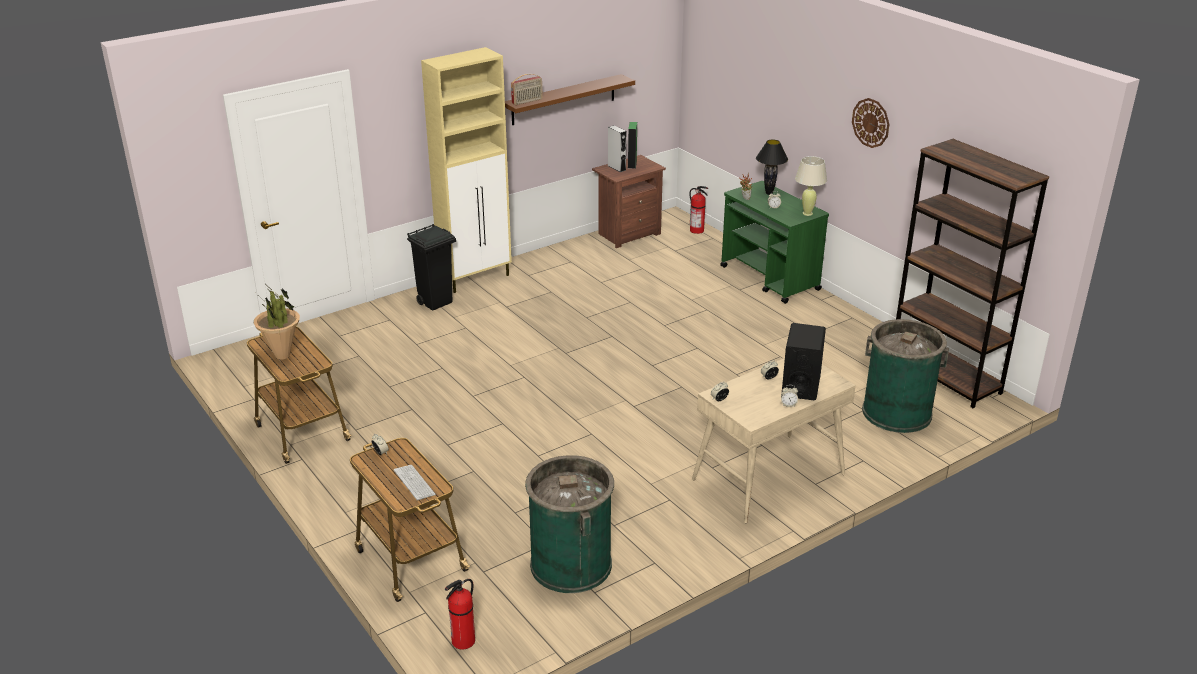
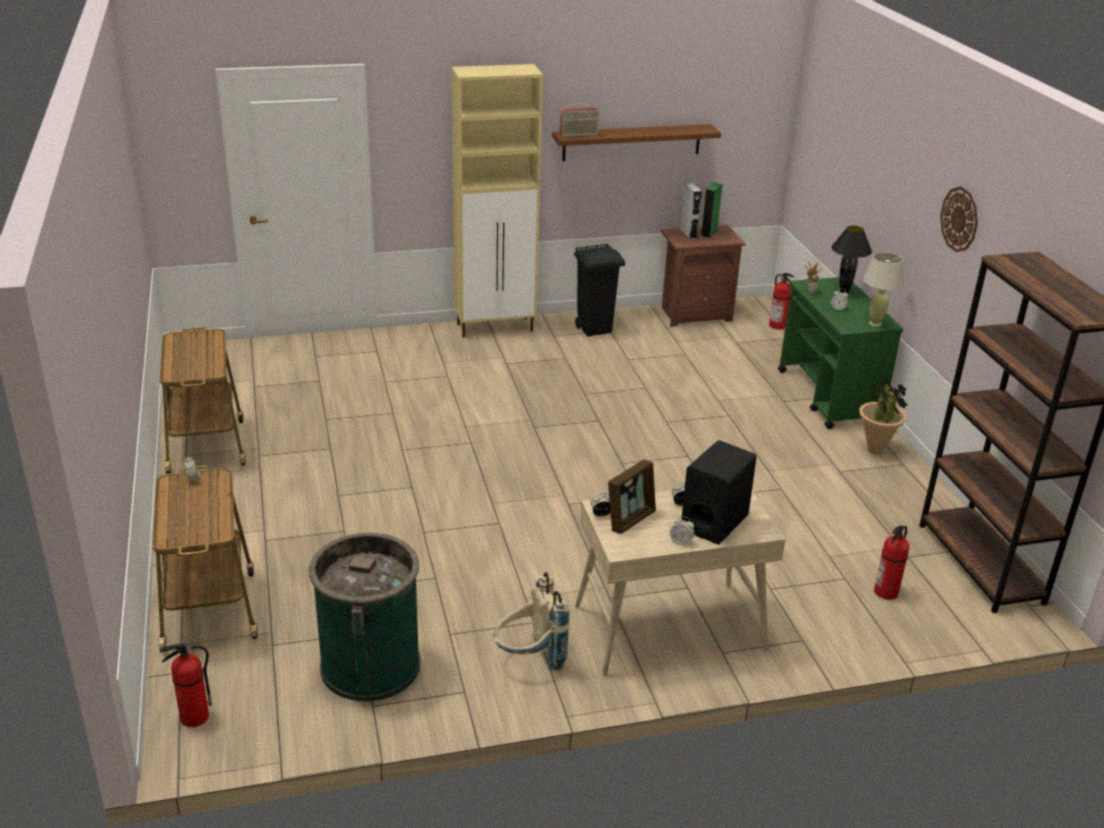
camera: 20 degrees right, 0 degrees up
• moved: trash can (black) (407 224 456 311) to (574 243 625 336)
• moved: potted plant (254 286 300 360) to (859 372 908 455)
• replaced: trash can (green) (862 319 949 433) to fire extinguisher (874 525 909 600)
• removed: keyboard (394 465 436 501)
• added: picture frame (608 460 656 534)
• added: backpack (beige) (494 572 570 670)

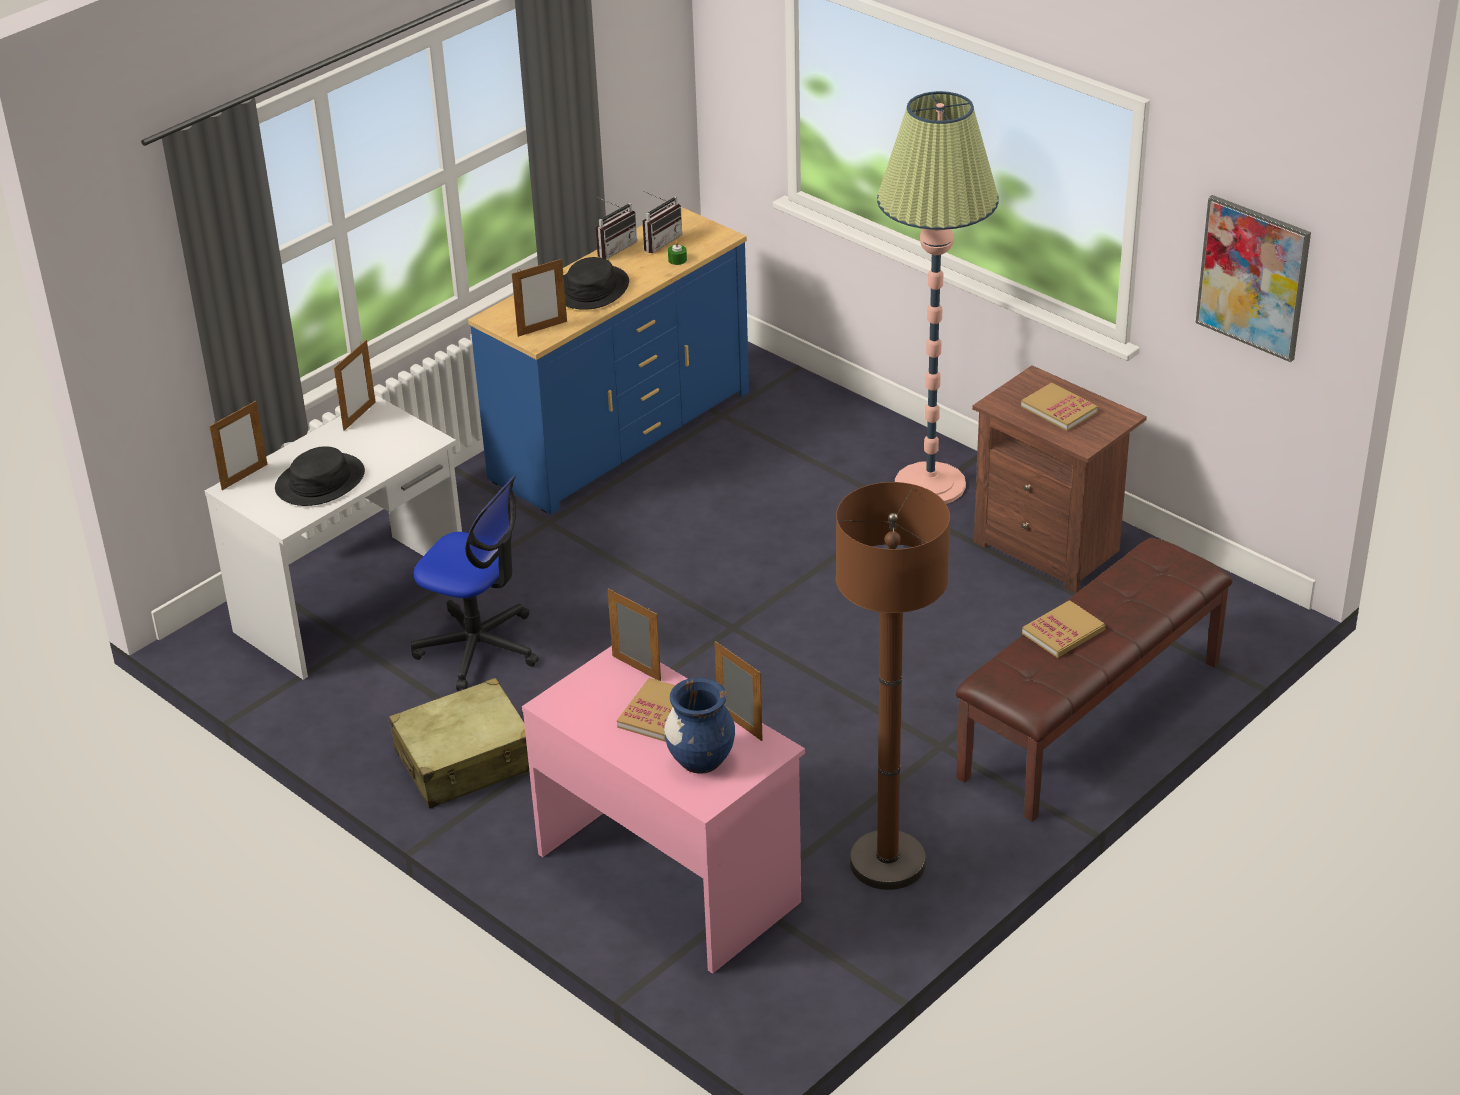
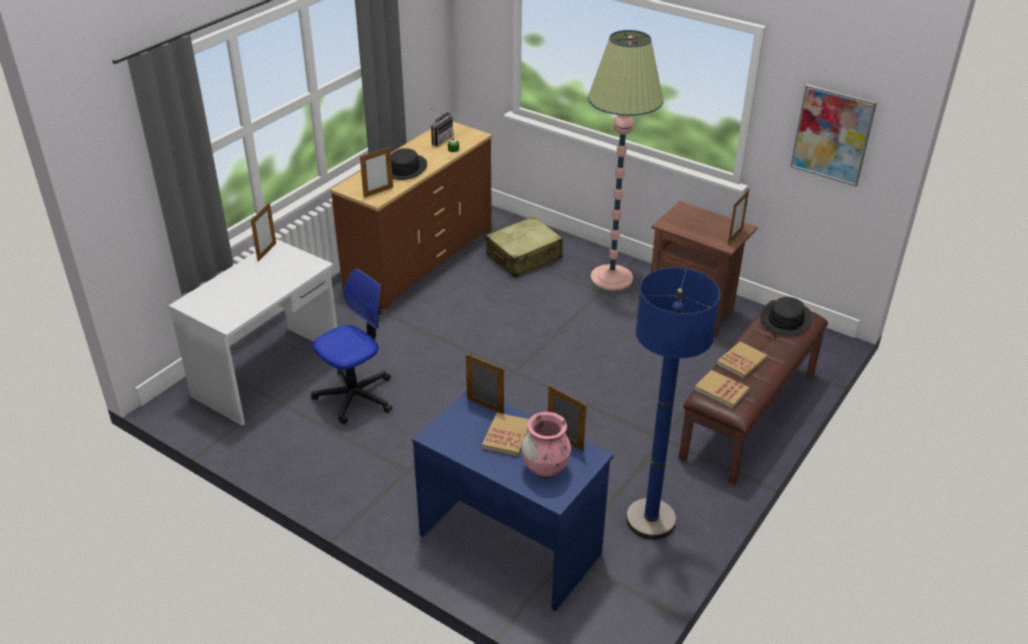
camera: 10 degrees left, 0 degrees up
• removed: radio (596 198 637 259)
• recoloured: dresser (blue) (468 207 749 514) to dresser (brown) (330 122 492 309)
• moved: book (1021 382 1098 431) to (694 370 750 409)
• moved: picture frame (209 401 268 490) to (728 189 749 245)
• moved: hat (black) (275 446 365 506) to (760 297 813 336)
• turned: office chair (411 475 539 690) = (311 269 392 424) 60 degrees counterclockwise
• recoloured: floor lamp (brown) (836 482 950 890) to floor lamp (blue) (626 268 720 540)
• recoloured: desk (pink) (522 646 805 974) to desk (blue) (412 390 614 611)
• recoloured: vase (blue) (664 677 735 774) to vase (pink) (522 412 571 478)
• moved: suitcase (beige) (389 678 529 808) to (486 216 563 278)

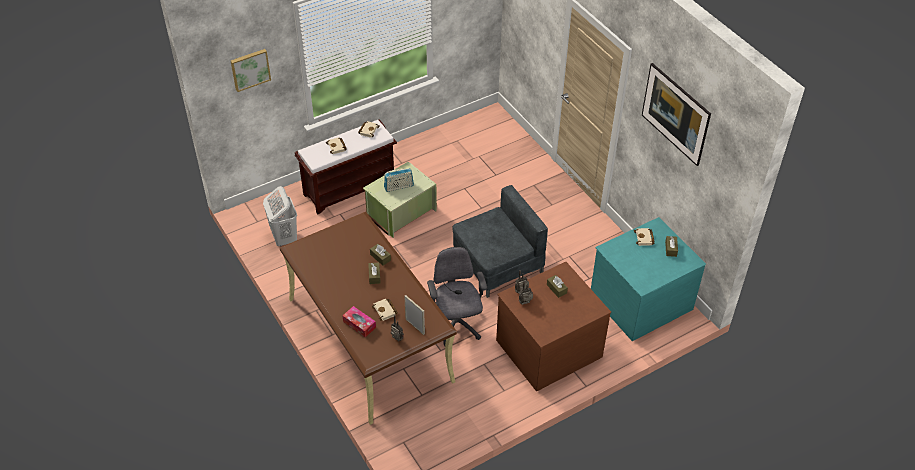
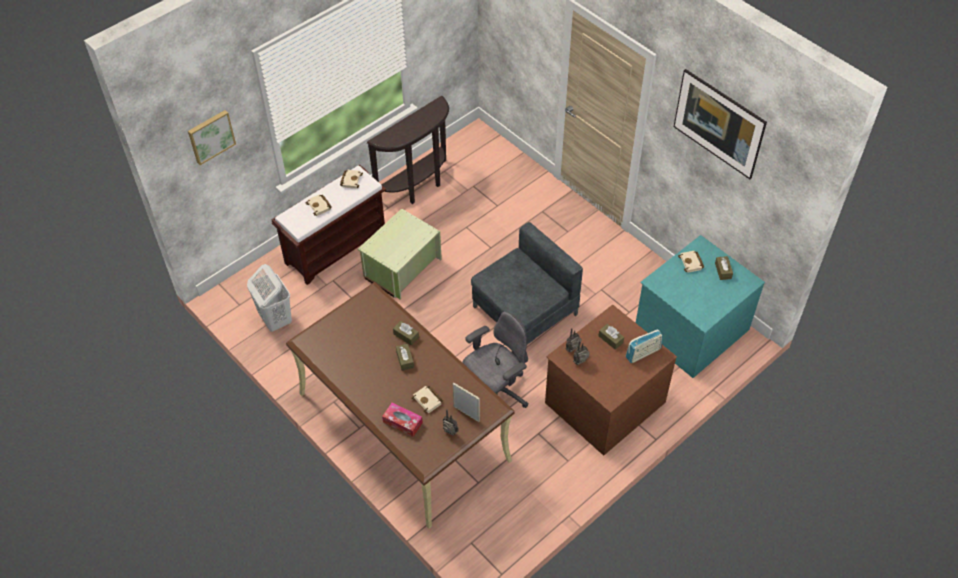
camera: 10 degrees left, 5 degrees up
• moved: radio (384 168 414 192) to (625 329 663 363)
• turned: office chair (grey) (427 247 487 346) = (462 311 529 408) 75 degrees clockwise
• added: console table (brown) (367 96 449 204)

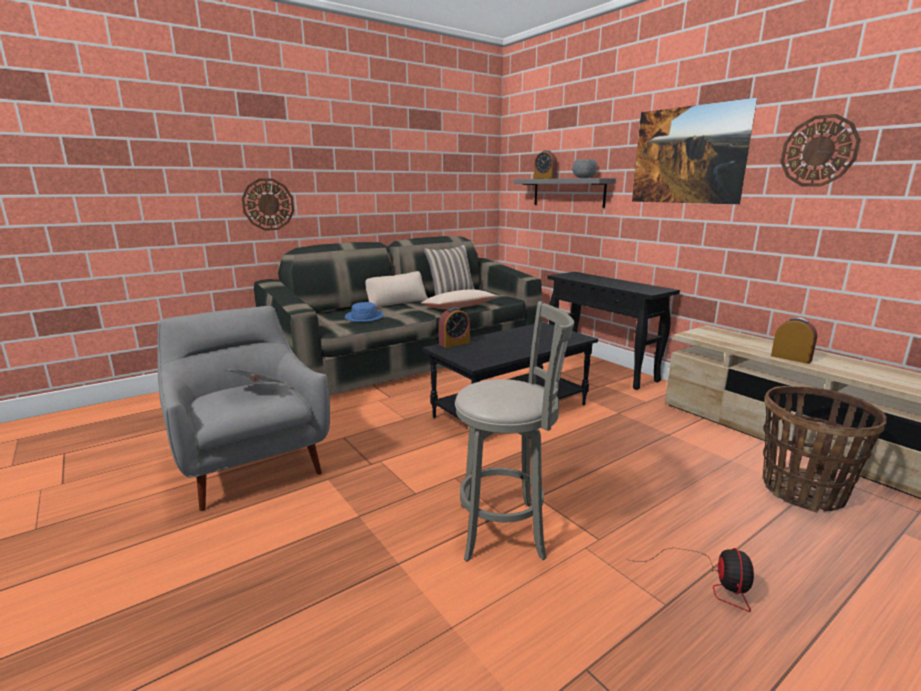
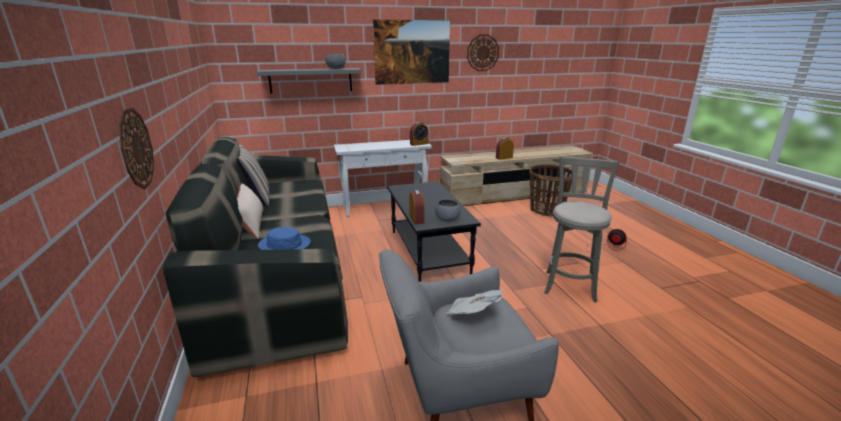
camera: 70 degrees left, 5 degrees up
• moved: alarm clock (534 150 557 179) to (410 122 428 146)
• recoloured: console table (black) (547 272 680 390) to console table (white) (334 140 432 217)
• removed: pillow (beige) (421 289 497 309)
• added: bowl (grey) (435 200 461 222)

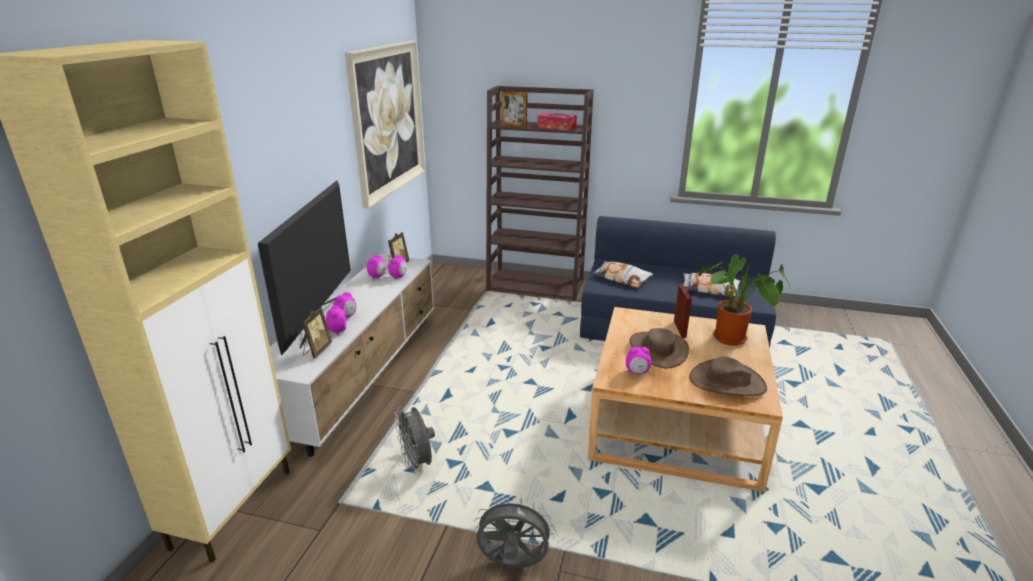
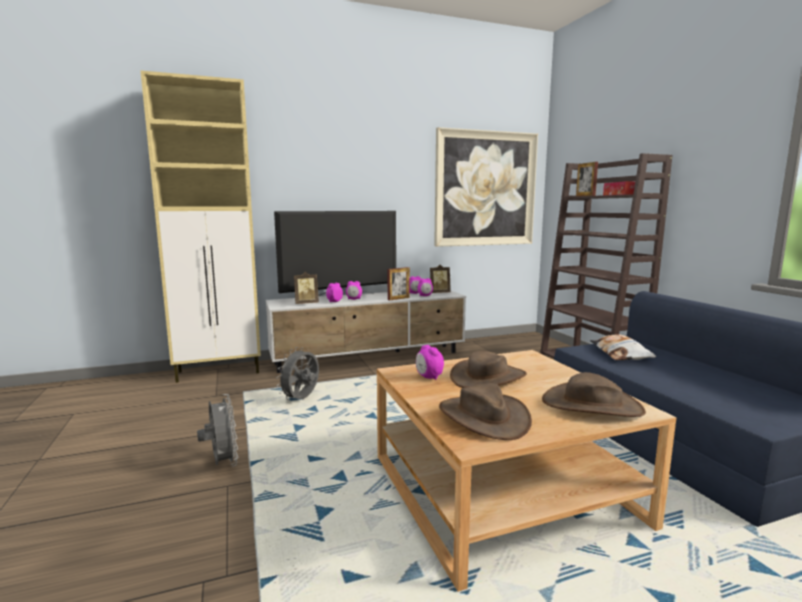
camera: 55 degrees right, 15 degrees down
• replaced: potted plant (698 254 790 345) to hat (brown) (542 372 646 417)
• removed: pillow (684 273 741 297)
• moved: picture frame (674 284 692 338) to (388 267 410 301)

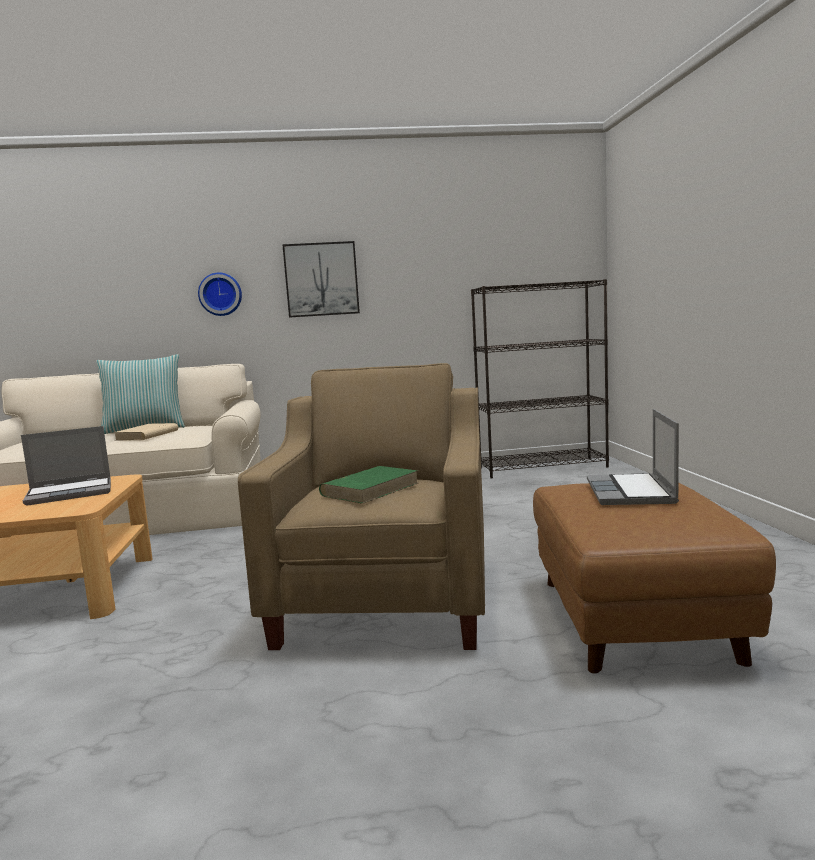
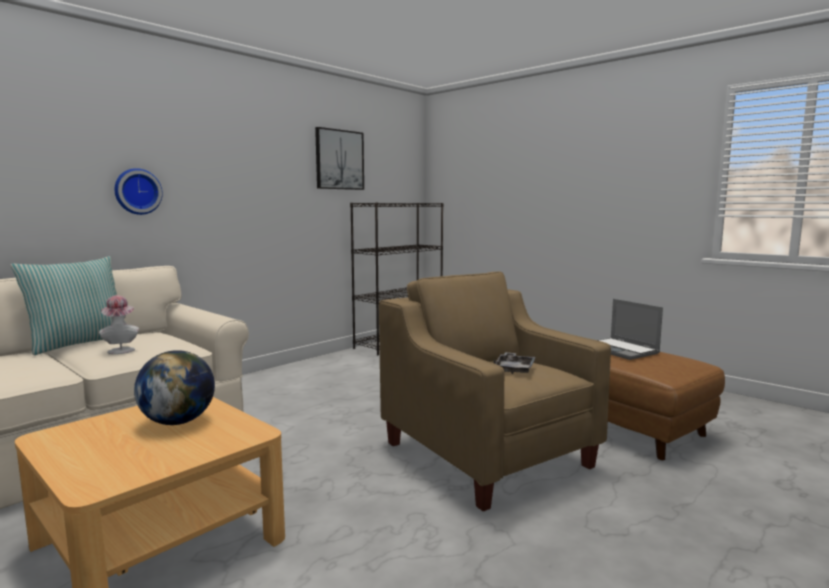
camera: 40 degrees left, 0 degrees up
• moved: picture (282 241 360 318) to (315 127 364 190)
• replaced: book (beige) (114 423 178 441) to hat (99 295 139 354)
• replaced: laptop (21 426 111 506) to globe (134 350 215 425)
• replaced: book (green) (319 466 418 504) to tray (grey) (494 352 536 374)

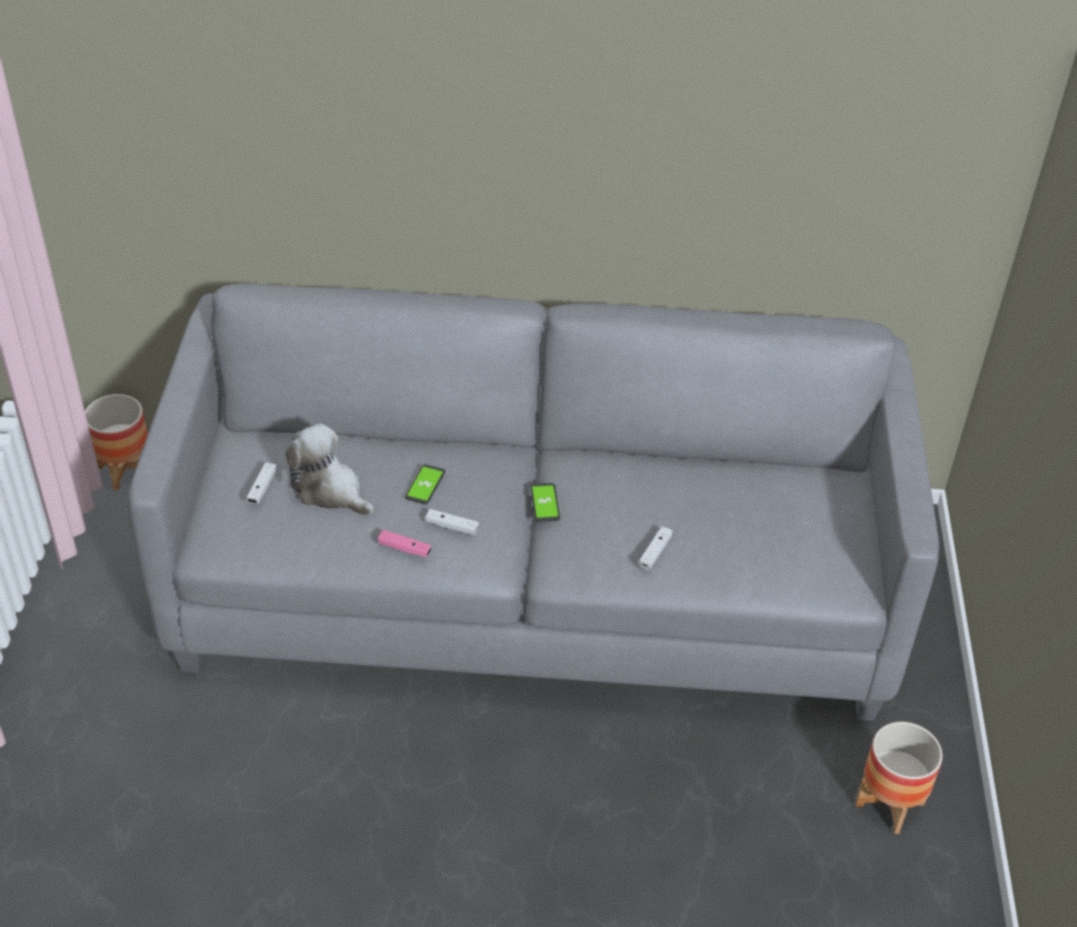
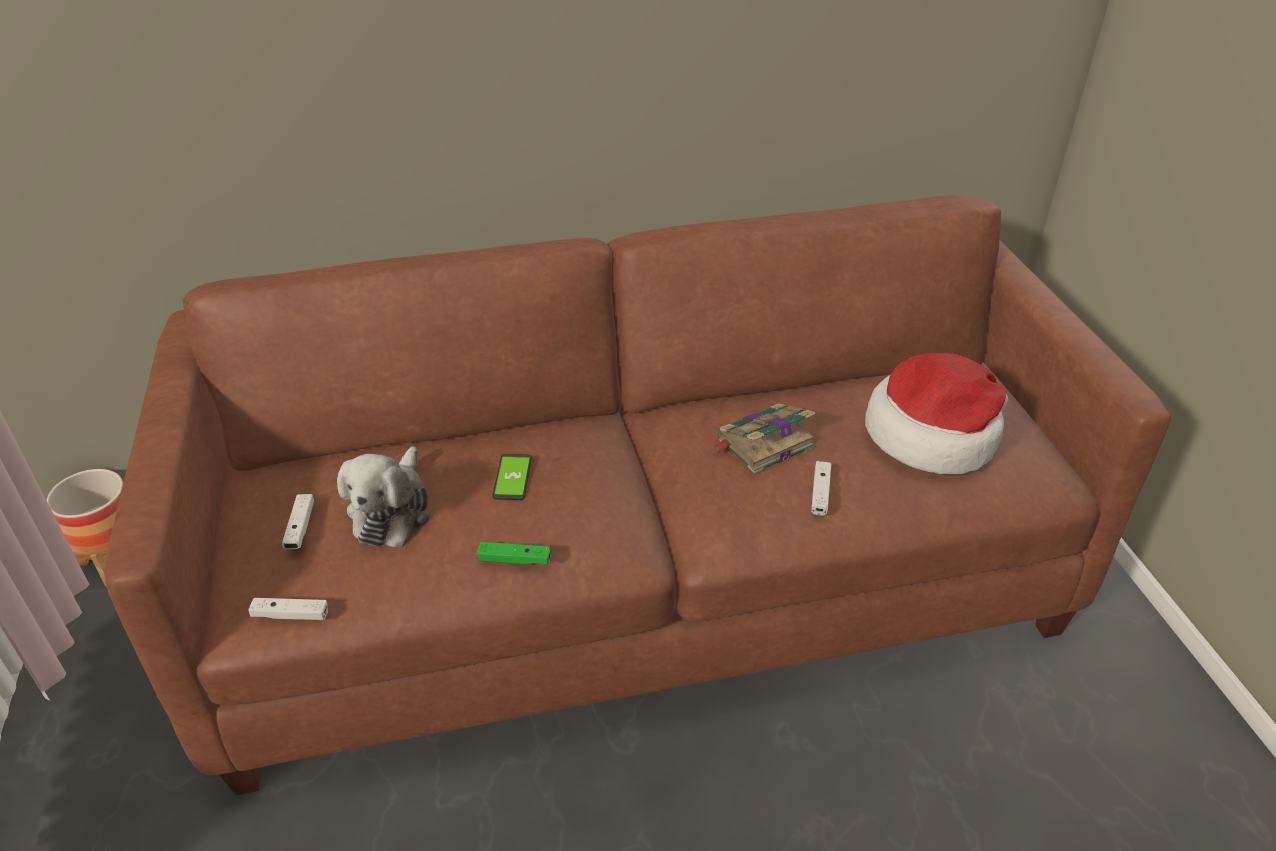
camera: 15 degrees left, 5 degrees down
• recoloured: sofa (grey) (128 284 939 721) to sofa (brown) (104 195 1171 795)
• turned: plush toy (285 424 374 515) = (337 446 429 547) 105 degrees counterclockwise
• removed: phone (530 483 560 522)
• moved: game controller (white) (425 509 479 536) to (248 598 328 620)
• recoloured: game controller (pink) (378 530 431 557) to game controller (green) (476 542 551 564)
• removed: planter (855 722 943 834)
• added: hat (865 353 1008 474)
• added: book (713 404 815 474)

